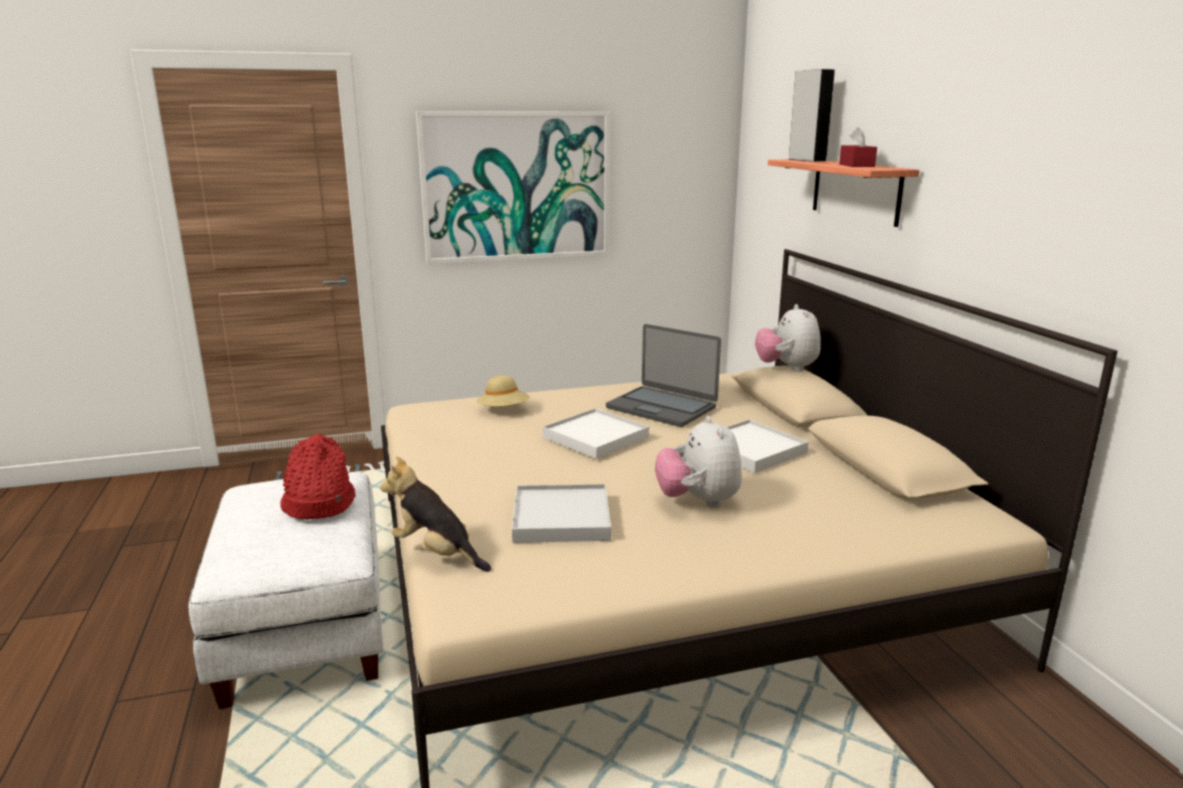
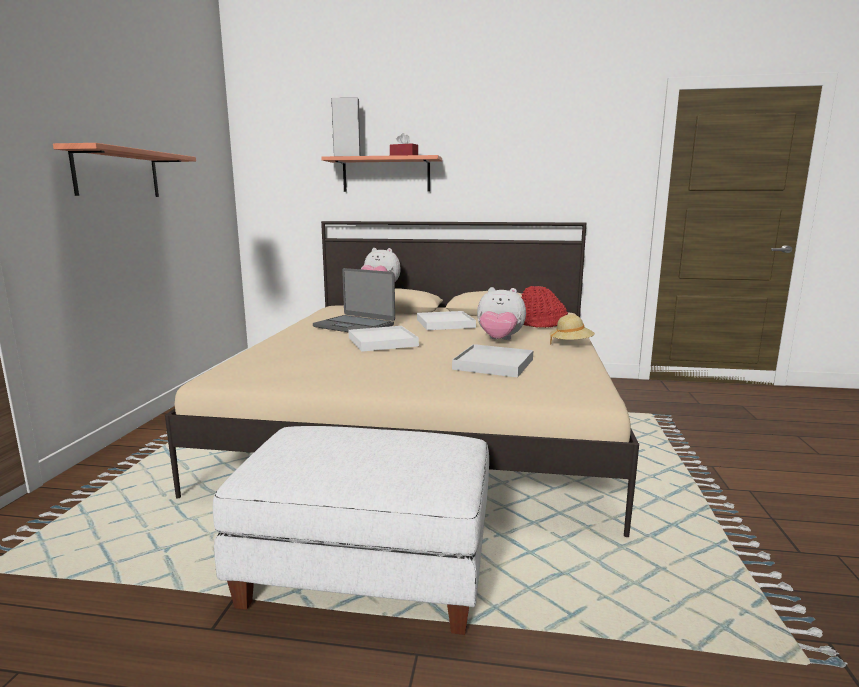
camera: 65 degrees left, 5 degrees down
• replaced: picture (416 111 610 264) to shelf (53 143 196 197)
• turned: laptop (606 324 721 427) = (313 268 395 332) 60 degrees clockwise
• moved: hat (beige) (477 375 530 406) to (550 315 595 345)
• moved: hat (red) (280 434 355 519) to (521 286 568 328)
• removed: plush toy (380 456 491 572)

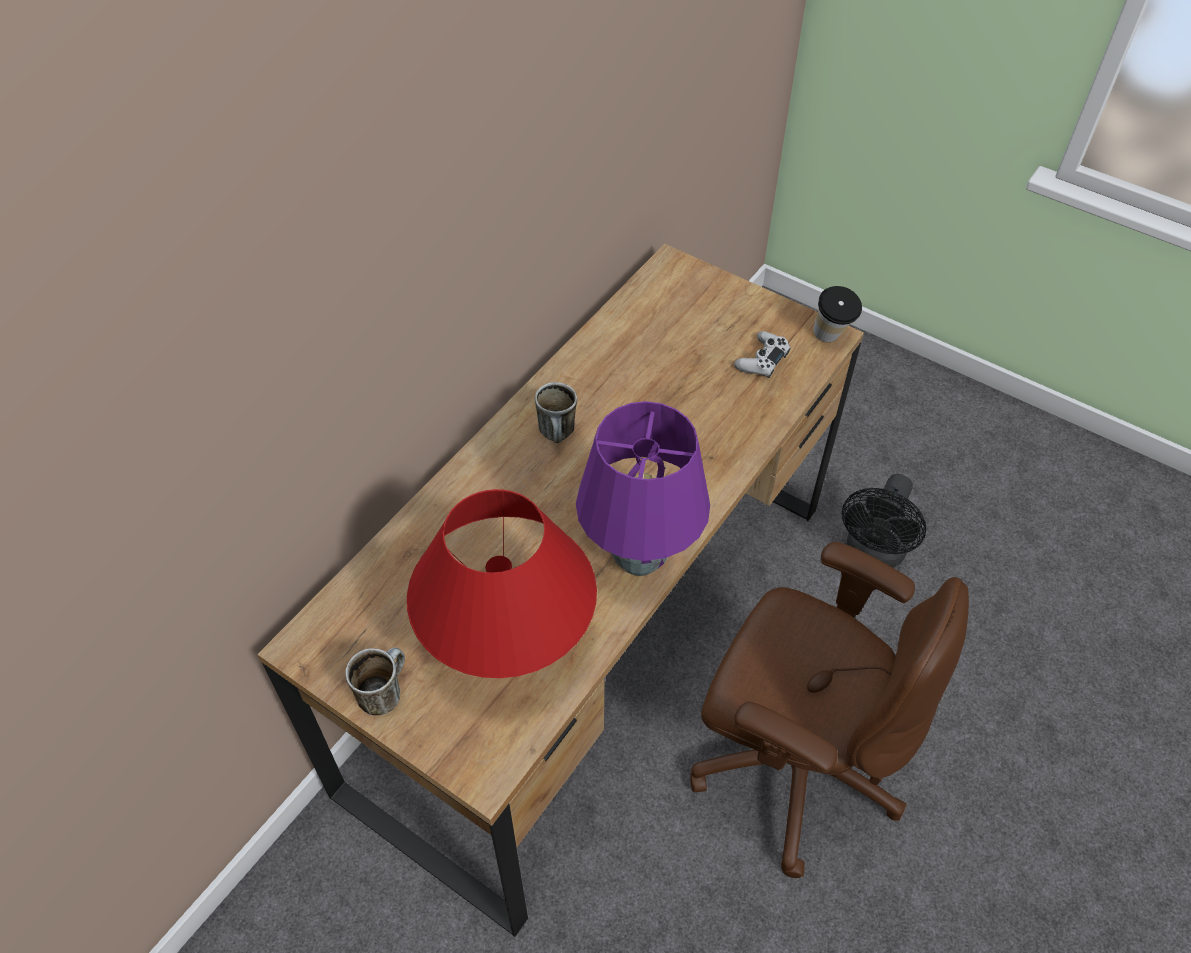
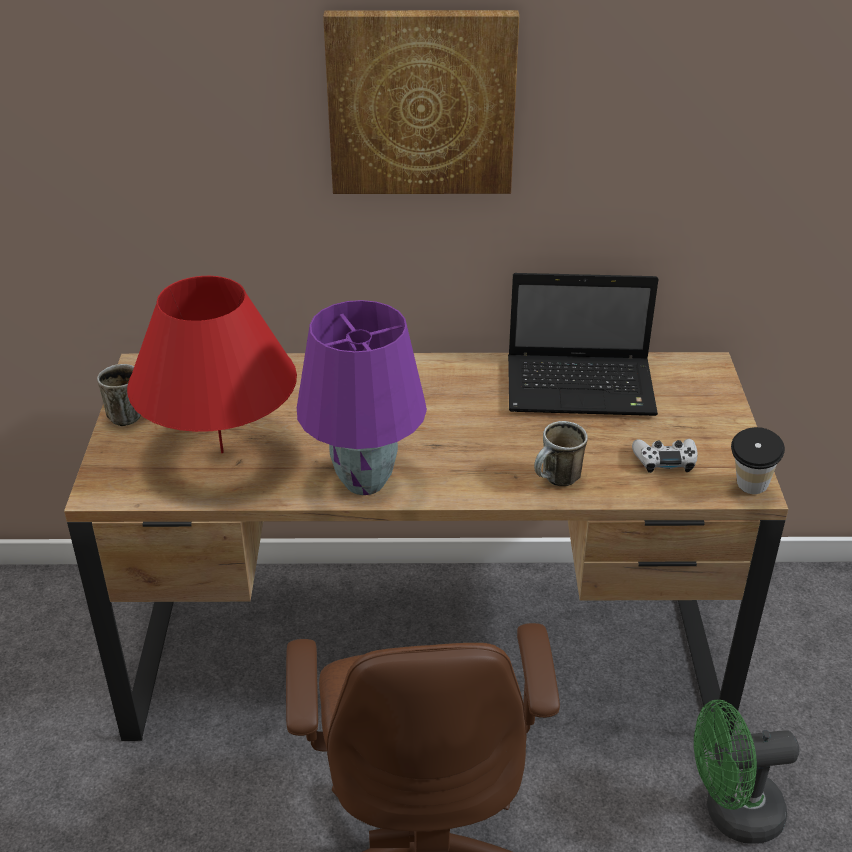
camera: 55 degrees right, 15 degrees down
• moved: mug (535 382 577 443) to (534 421 588 486)
• recoloured: fan (black) (842 474 926 568) to fan (green) (694 700 799 844)
• added: picture (323 10 519 194)
• added: laptop (508 273 659 416)

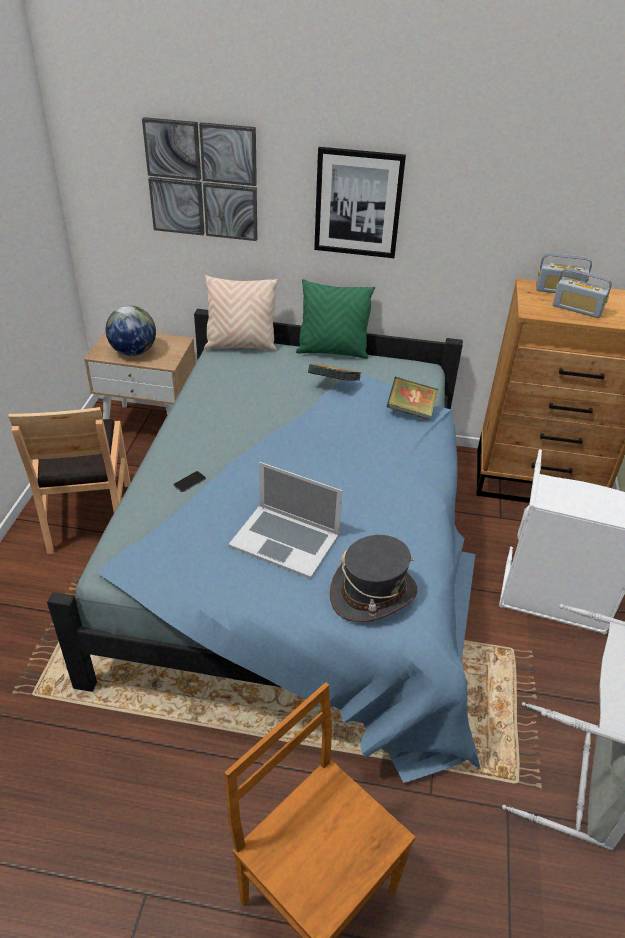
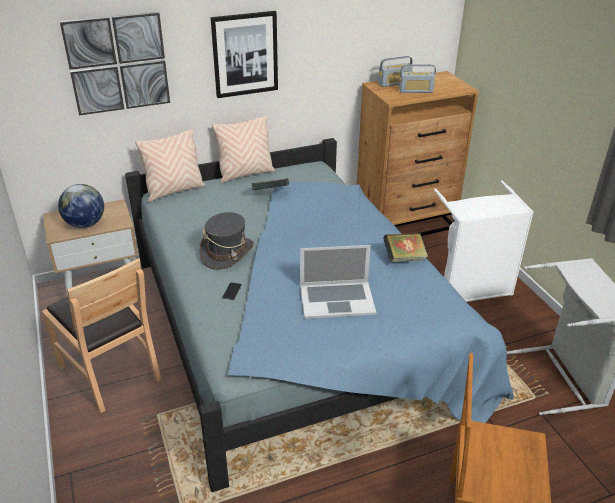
camera: 30 degrees left, 5 degrees down
• recoloured: pillow (green) (296 279 375 359) to pillow (beige) (212 115 275 183)
• moved: book (386 377 438 420) to (383 233 428 262)
• moved: hat (grey) (330 535 417 622) to (199 212 254 270)

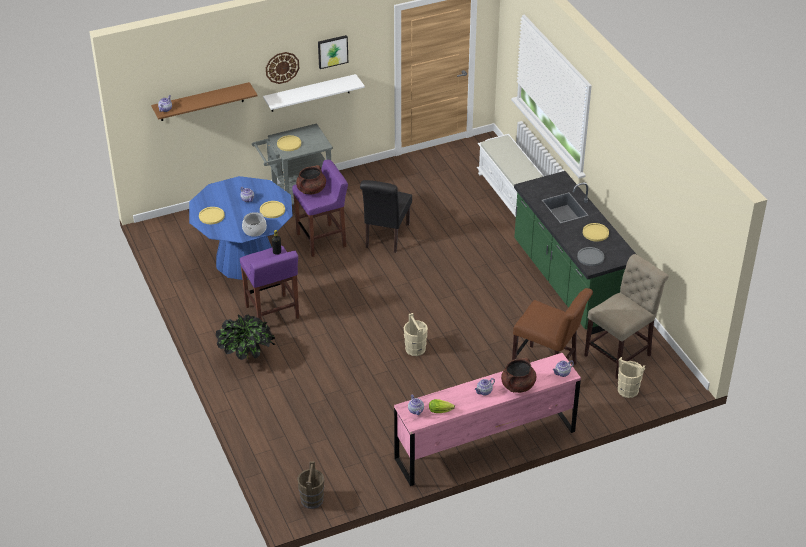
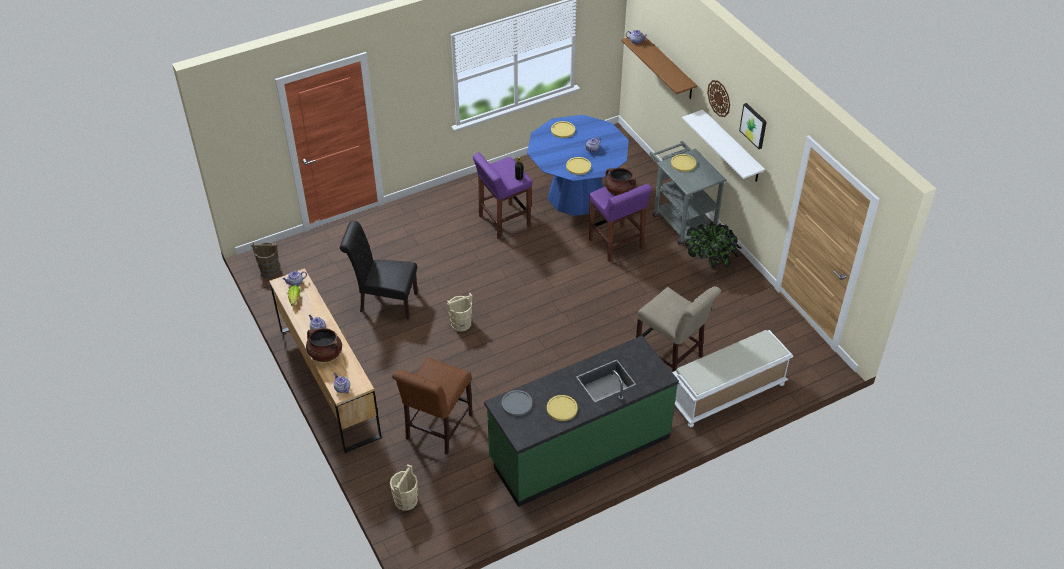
camera: 85 degrees right, 5 degrees up
• moved: chair (black) (360 180 412 253) to (340 221 418 320)
• removed: cooking pot (242 212 267 237)
• moved: chair (beige) (584 254 668 379) to (636 286 721 372)
• moved: potted plant (216 314 275 360) to (685 221 741 269)
• recoloured: dresser (pink) (394 353 581 486) to dresser (brown) (269 268 382 453)

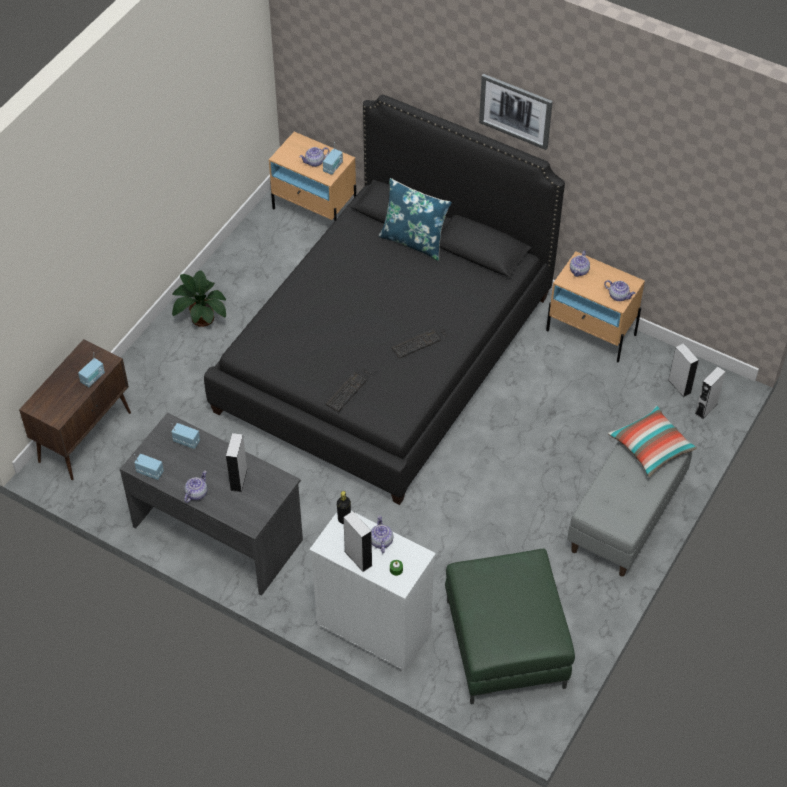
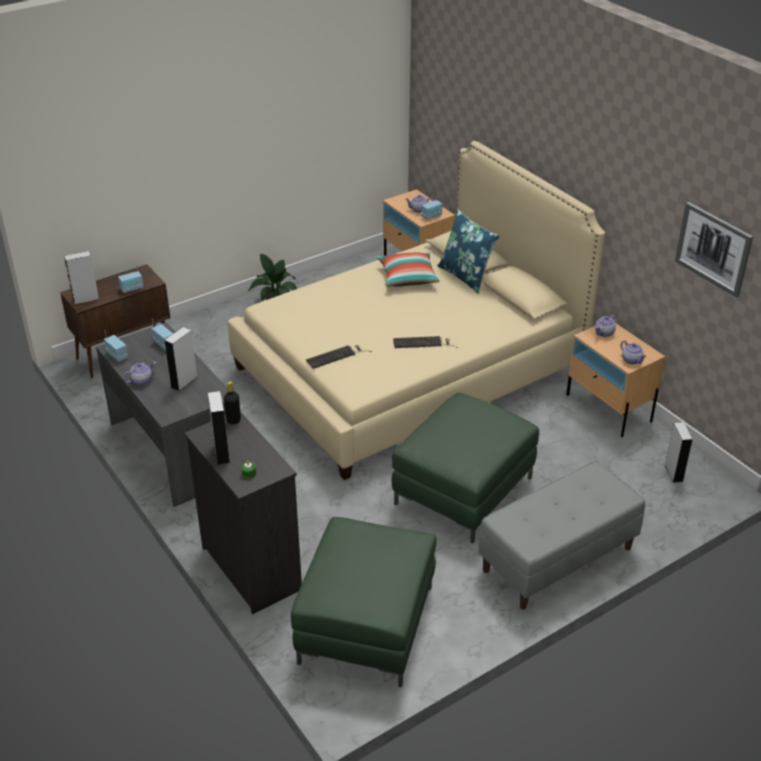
camera: 25 degrees right, 15 degrees down
• moved: picture (479 74 553 150) to (675 202 753 297)
• recoloured: bed (black) (204 95 565 505) to bed (beige) (228 141 605 480)
• moved: speaker (grey) (695 366 726 419) to (64 251 100 305)
• moved: pillow (608 406 697 477) to (377 253 440 287)
• recoloured: dresser (white) (309 511 436 674) to dresser (black) (184 412 302 615)
• removed: teapot (371 515 393 554)
• added: ottoman (green) (392 393 539 543)

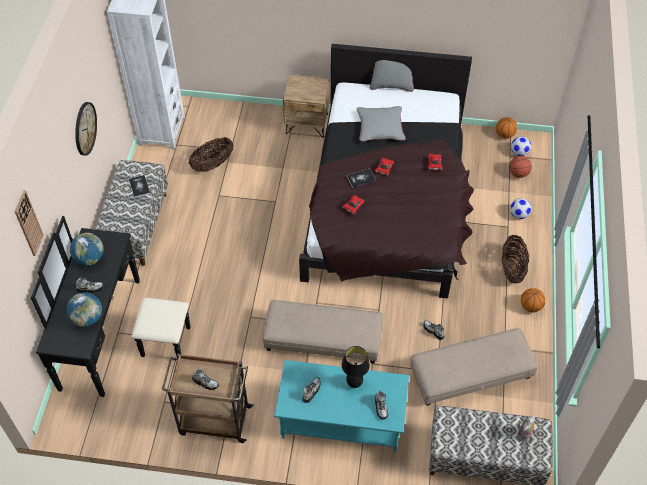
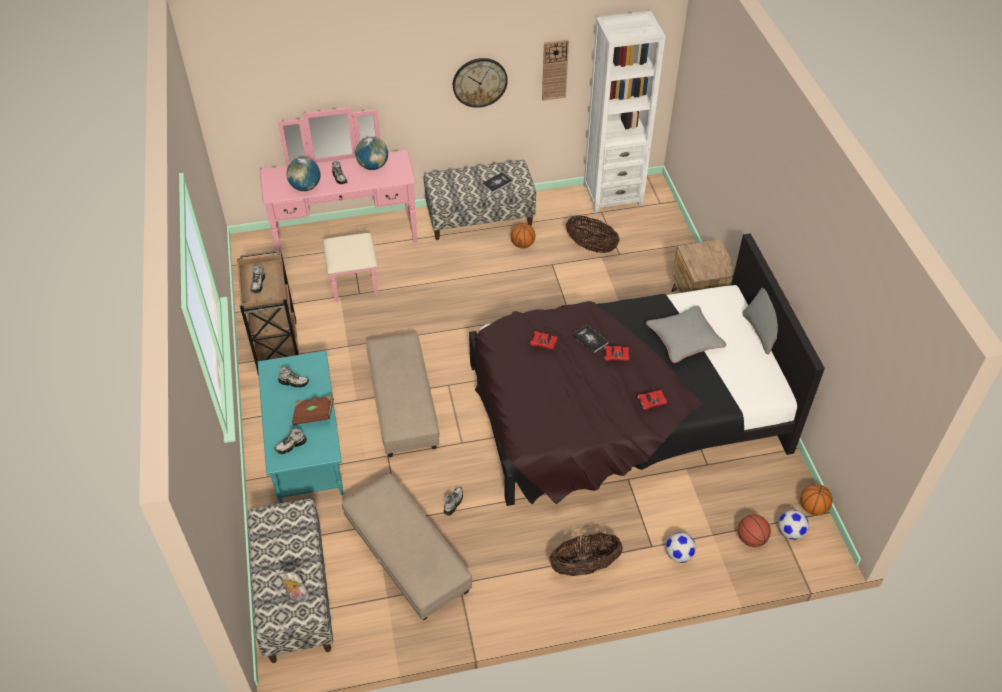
camera: 70 degrees right, 5 degrees down
• moved: wall clock (15 190 44 256) to (542 40 569 100)
• recoloured: dresser (black) (31 216 190 397) to dresser (pink) (260 108 417 302)
• moved: basketball (521 288 545 313) to (510 223 535 249)
• replaced: table lamp (black) (341 346 370 388) to book (brown) (292 395 334 425)

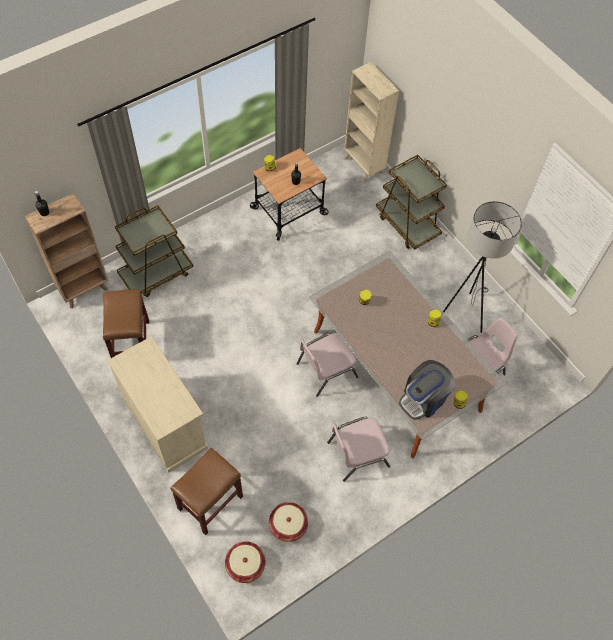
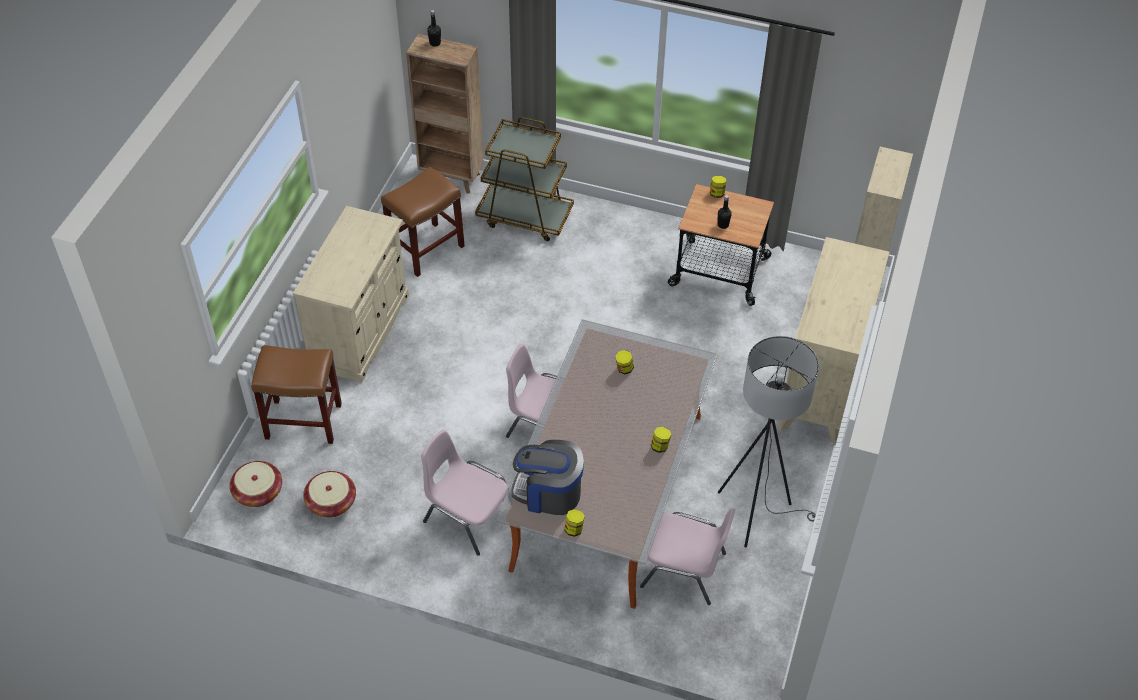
camera: 55 degrees right, 10 degrees down
• replaced: cart (brown) (376 155 447 250) to dresser (beige) (778 237 889 445)

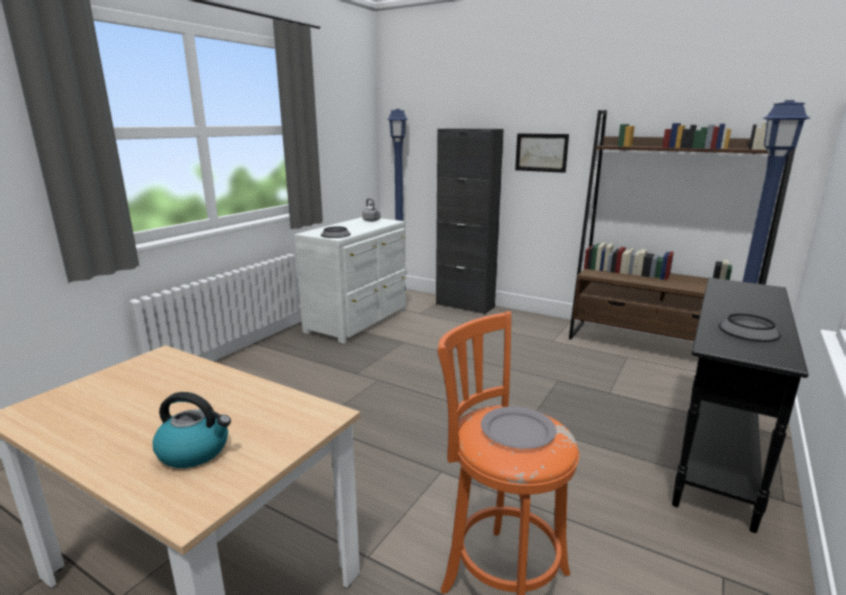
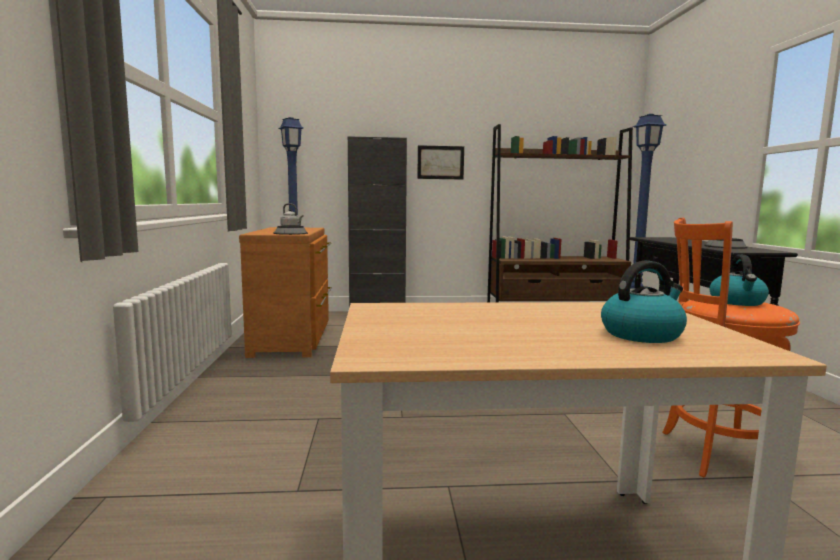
camera: 35 degrees left, 10 degrees down
• recoloured: dresser (white) (294 217 406 343) to dresser (brown) (239 227 332 358)
• replaced: plate (grey) (481 406 556 449) to kettle (710 254 769 306)

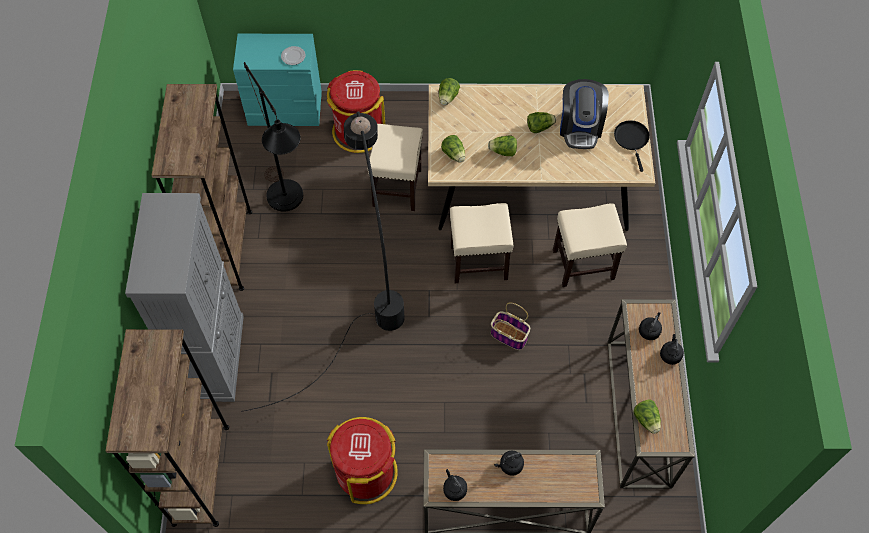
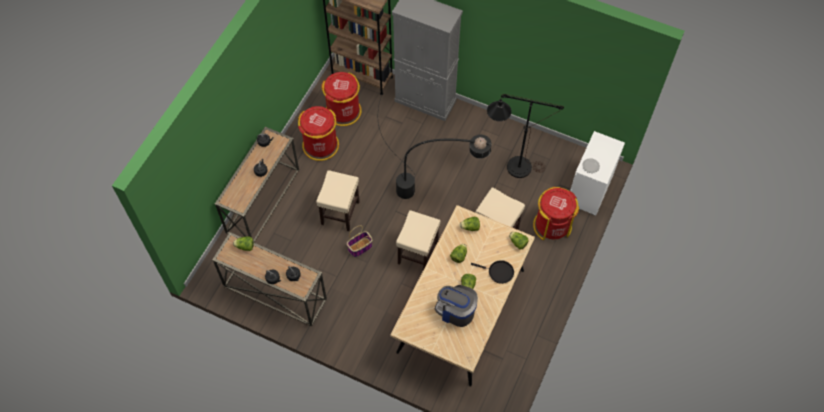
camera: 115 degrees right, 0 degrees up
• recoloured: dresser (turquoise) (233 34 322 126) to dresser (white) (570 131 625 216)
• removed: bookcase (brown) (151 84 252 291)
• moved: frying pan (black) (614 120 650 172) to (471 260 514 284)
• moved: stool (beige) (553 203 627 287) to (316 170 360 231)
• added: trash can (red) (321 72 362 126)

